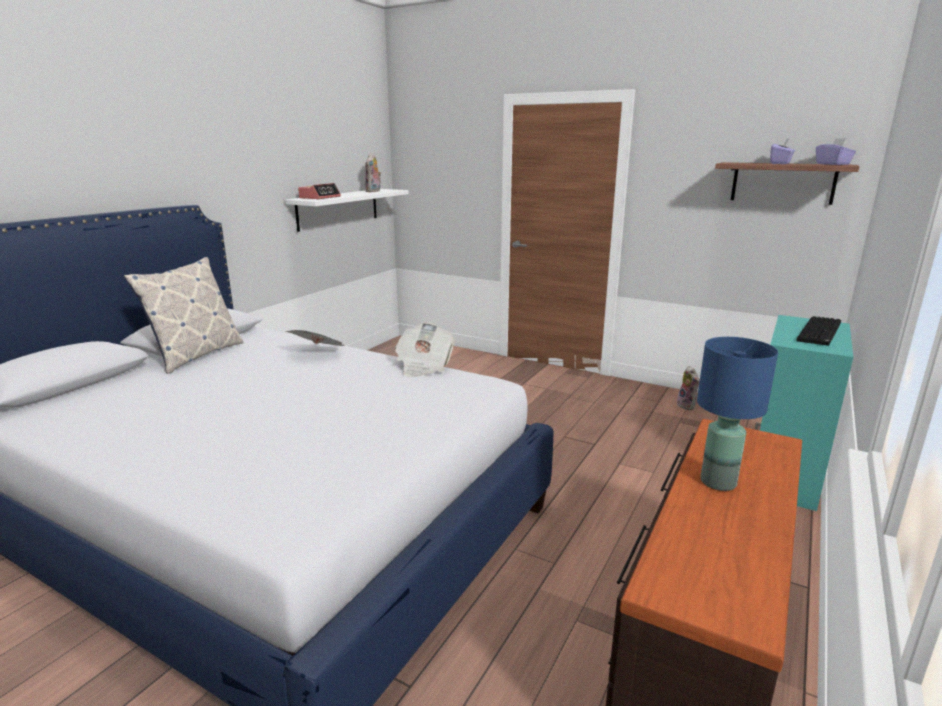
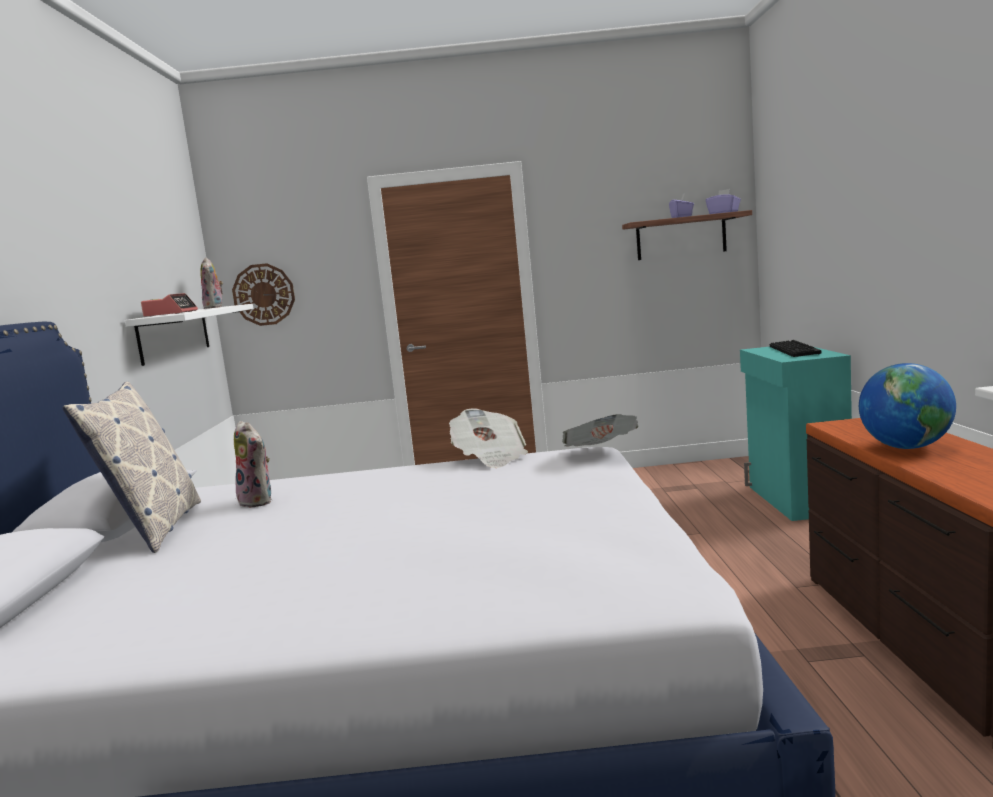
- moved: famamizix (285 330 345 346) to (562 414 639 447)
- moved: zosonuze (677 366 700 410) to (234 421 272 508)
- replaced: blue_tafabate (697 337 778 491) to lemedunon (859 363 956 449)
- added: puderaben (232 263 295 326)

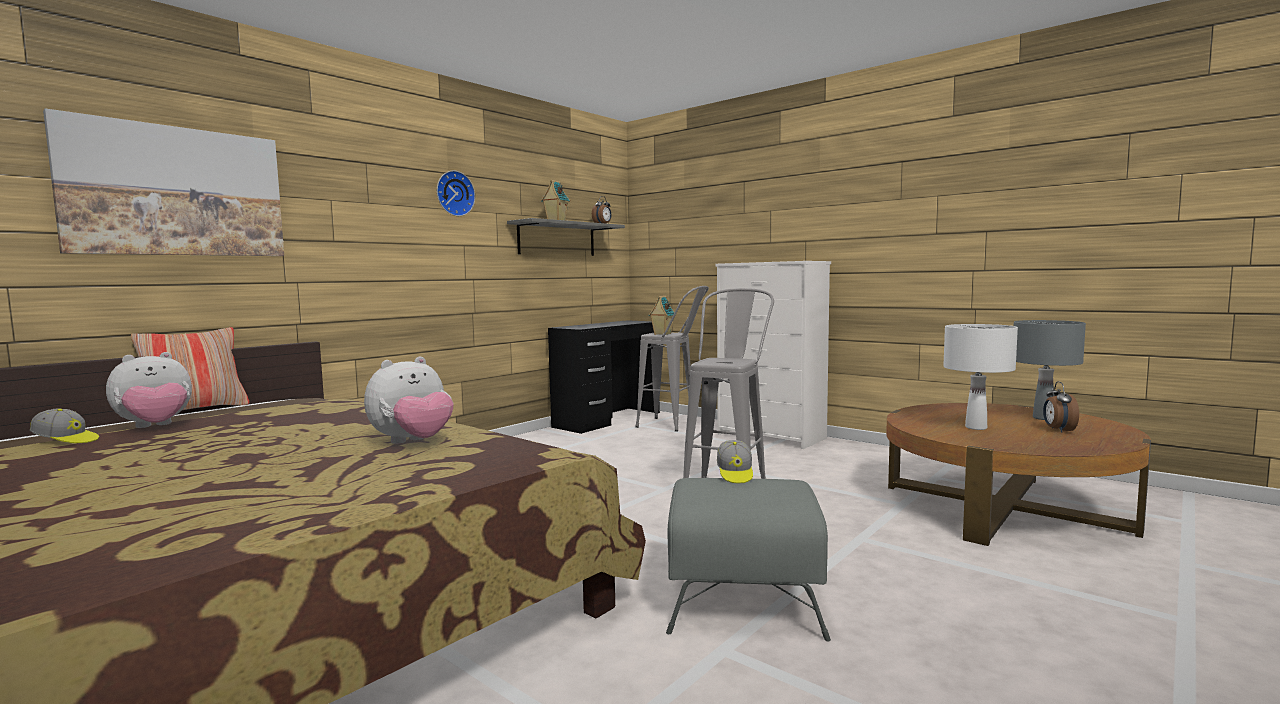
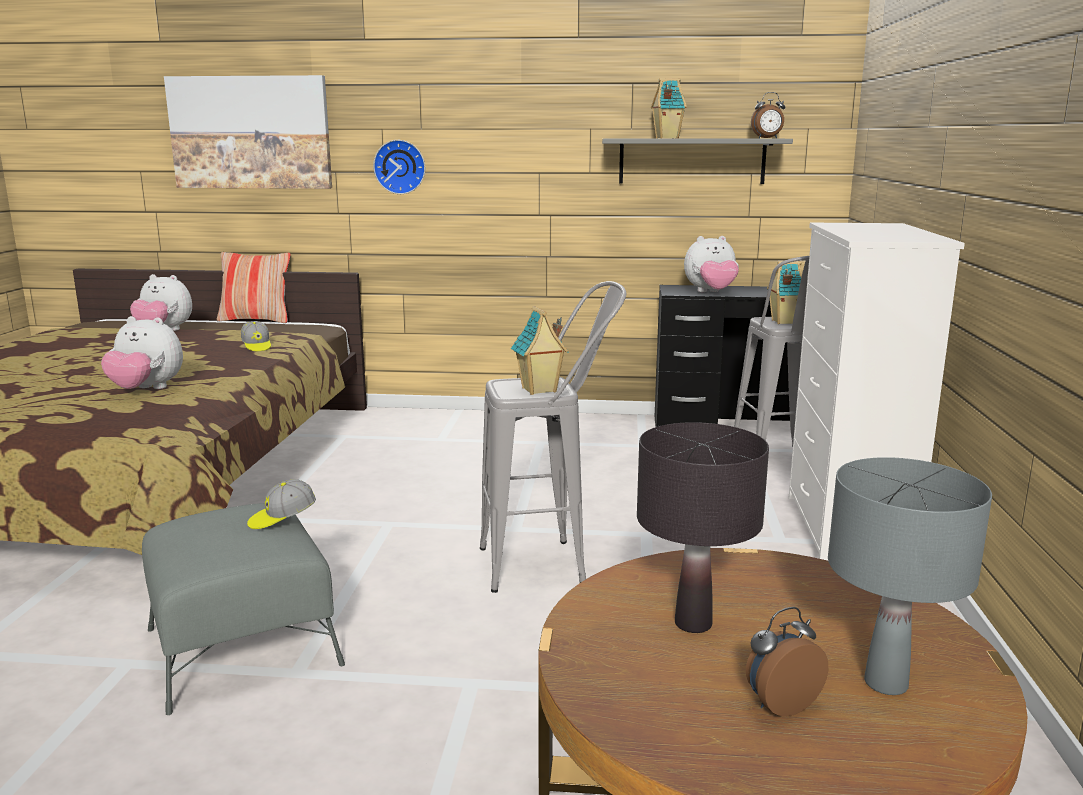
- moved: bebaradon (30 409 99 443) to (241 321 271 351)
- moved: puderaben (437 170 475 216) to (373 140 425 194)
- recoloured: white_tafabate (943 324 1018 430) to black_tafabate (637 422 769 633)
- added: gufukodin (511 306 569 395)
- added: zosonuze (684 236 739 292)

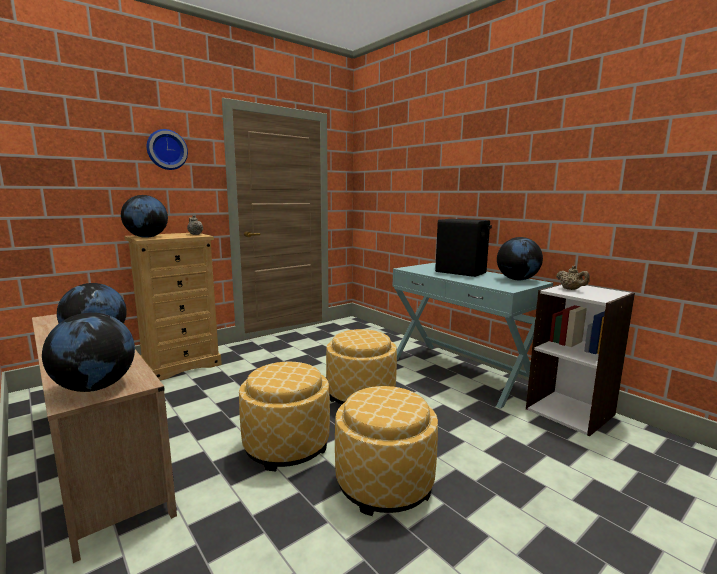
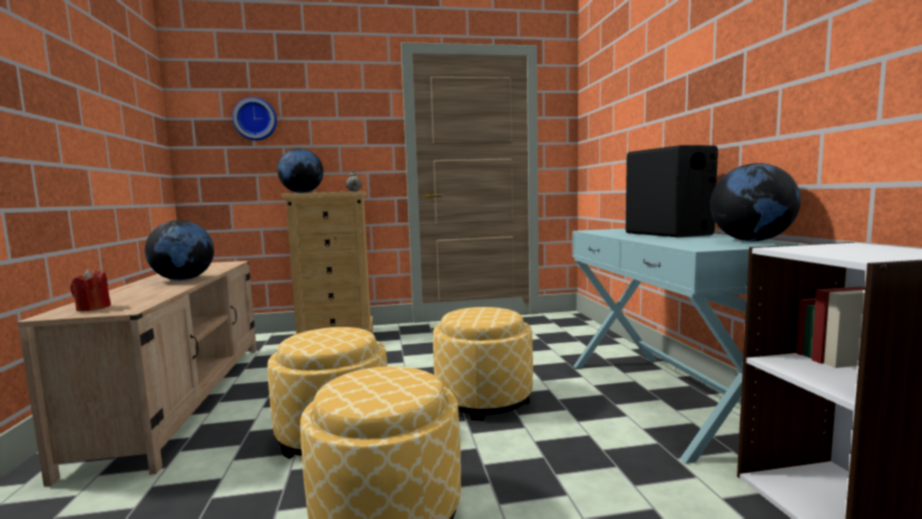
- replaced: lemedunon (42 312 135 392) to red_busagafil (70 269 111 311)
- moved: puderaben (146 129 188 170) to (232 97 277 141)
- removed: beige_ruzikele (556 266 590 290)

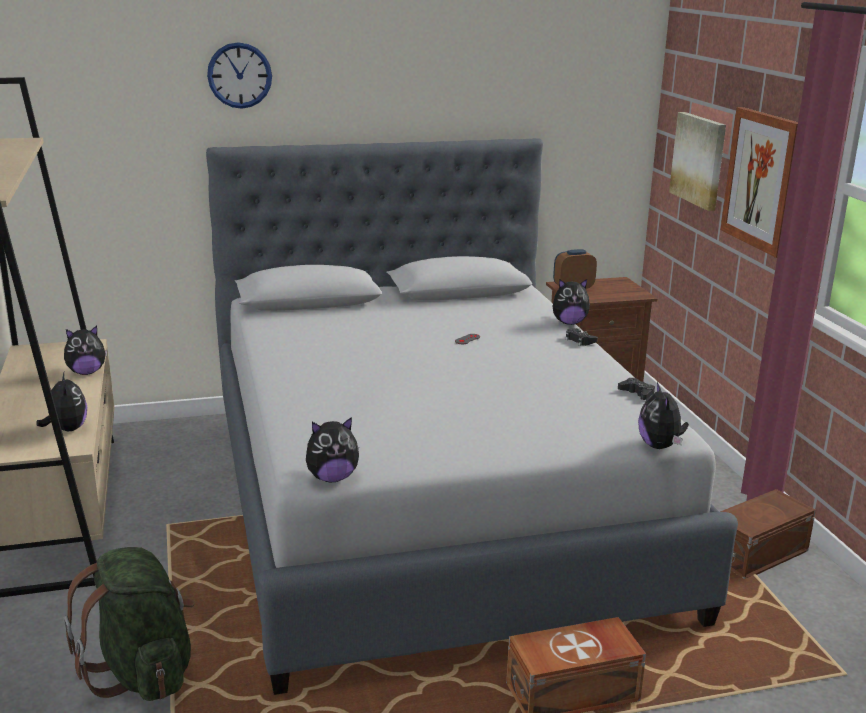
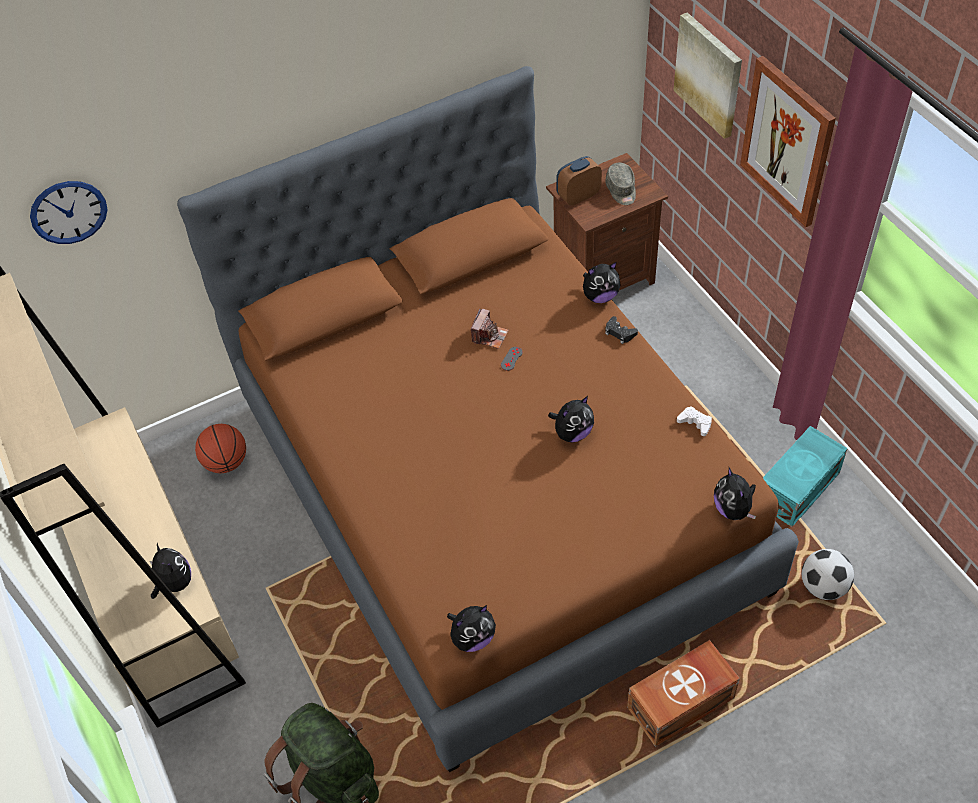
- moved: zosonuze (64 326 108 375) to (548 396 594 442)
- recoloured: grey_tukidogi (206 138 738 695) to brown_tukidogi (177 66 799 772)
- moved: puderaben (207 42 272 109) to (30 181 108 244)
- recoloured: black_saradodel (618 378 655 400) to white_saradodel (677 406 712 436)
- recoloured: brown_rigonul (720 489 816 579) to turquoise_rigonul (763 426 848 527)
- added: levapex (195 424 246 473)
- added: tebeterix (471 308 509 349)
- added: grey_bebaradon (606 163 636 205)
- added: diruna (802 549 854 600)

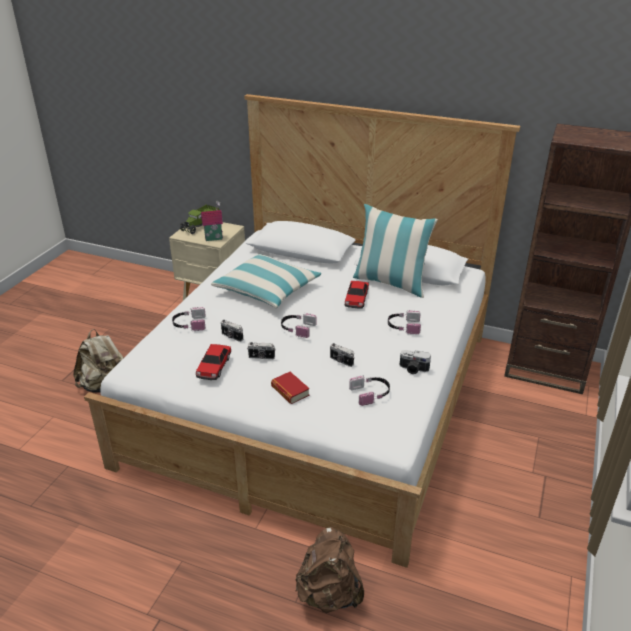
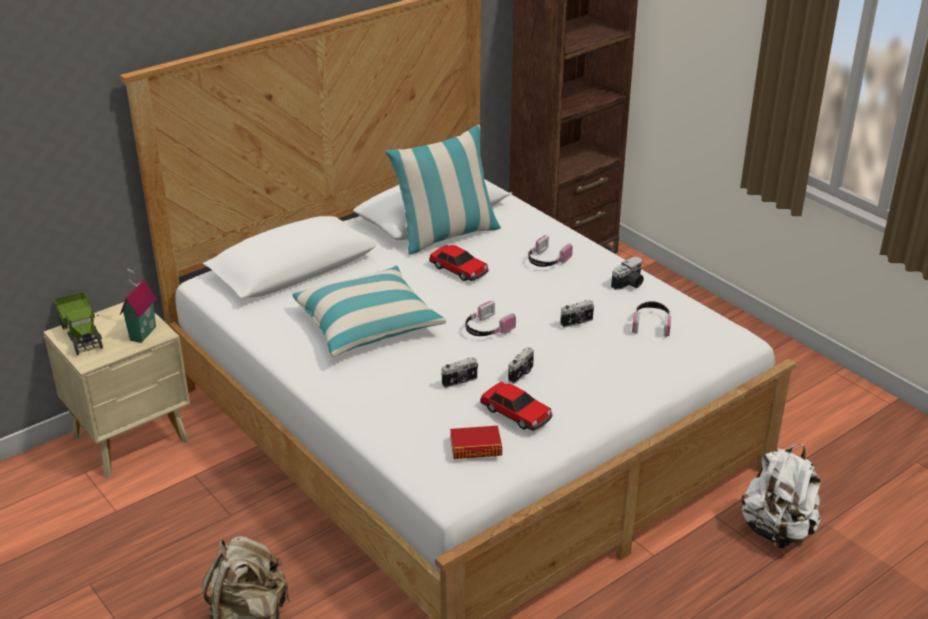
- removed: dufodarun (172 307 206 331)
- moved: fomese (271 372 310 404) to (450 425 502 459)
- recoloured: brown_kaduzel (295 527 364 613) to white_kaduzel (741 444 821 549)

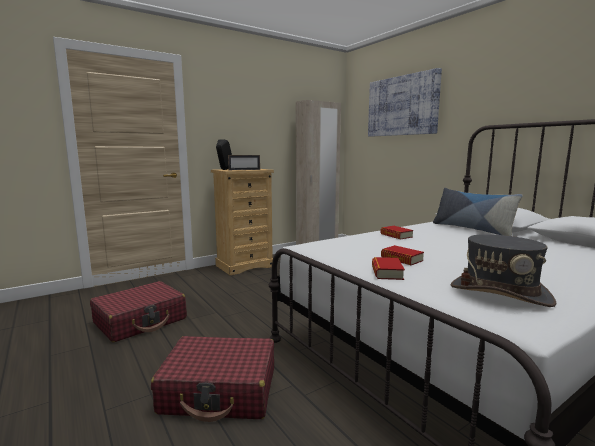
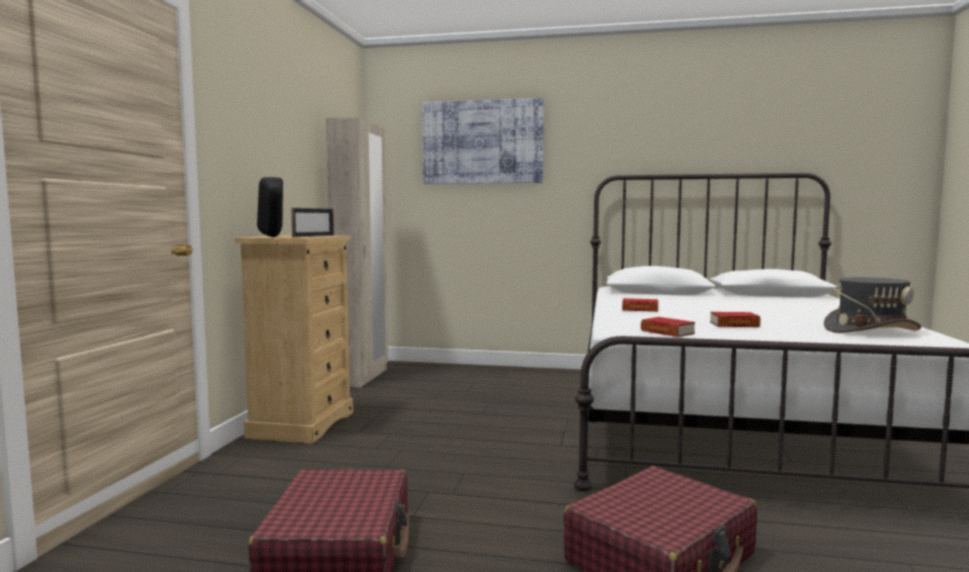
- moved: fomese (372 257 405 280) to (641 317 695 337)
- removed: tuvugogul (433 188 523 236)

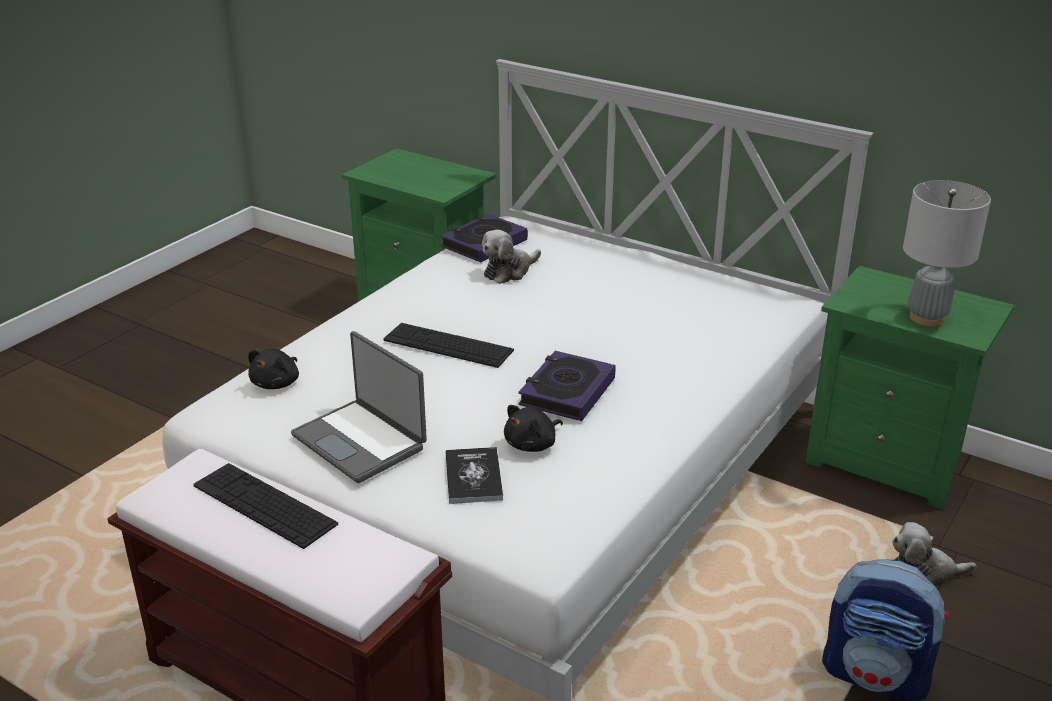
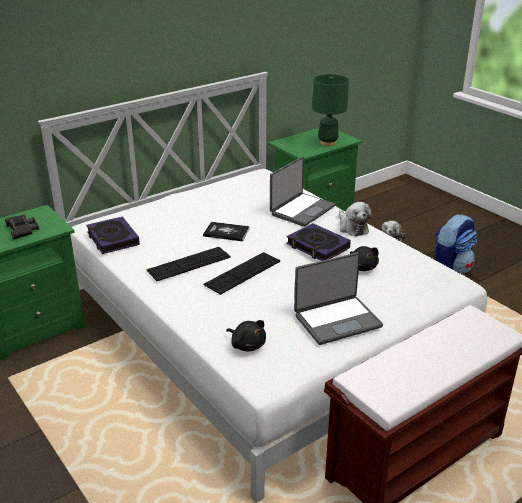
- moved: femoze (193 463 338 549) to (147 247 231 281)
- moved: fomese (446 447 503 504) to (203 222 250 241)
- moved: zosonuze (482 230 541 284) to (339 202 371 236)
- recoloured: grey_tafabate (903 180 991 326) to green_tafabate (313 74 349 146)
- added: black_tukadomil (5 214 39 240)
- added: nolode (270 157 335 227)

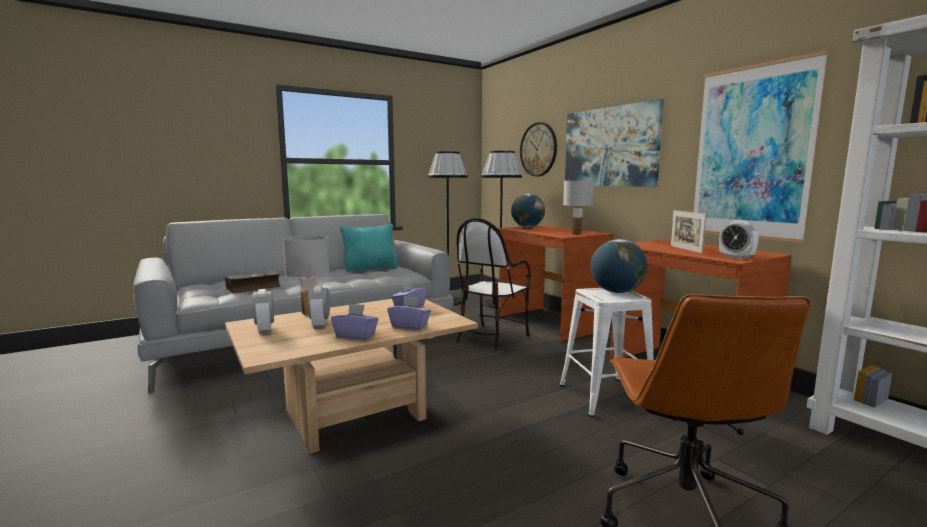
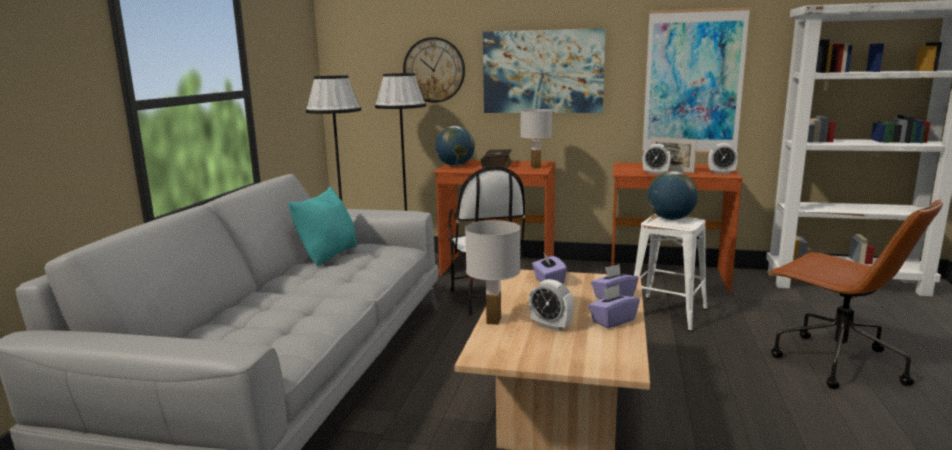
- moved: fomese (225 271 281 293) to (481 149 512 168)
- moved: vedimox (253 289 274 334) to (643 144 671 174)

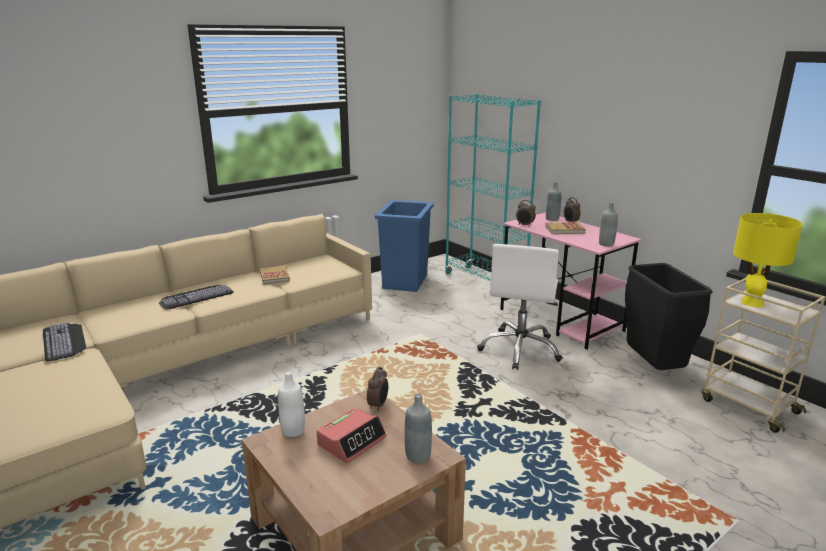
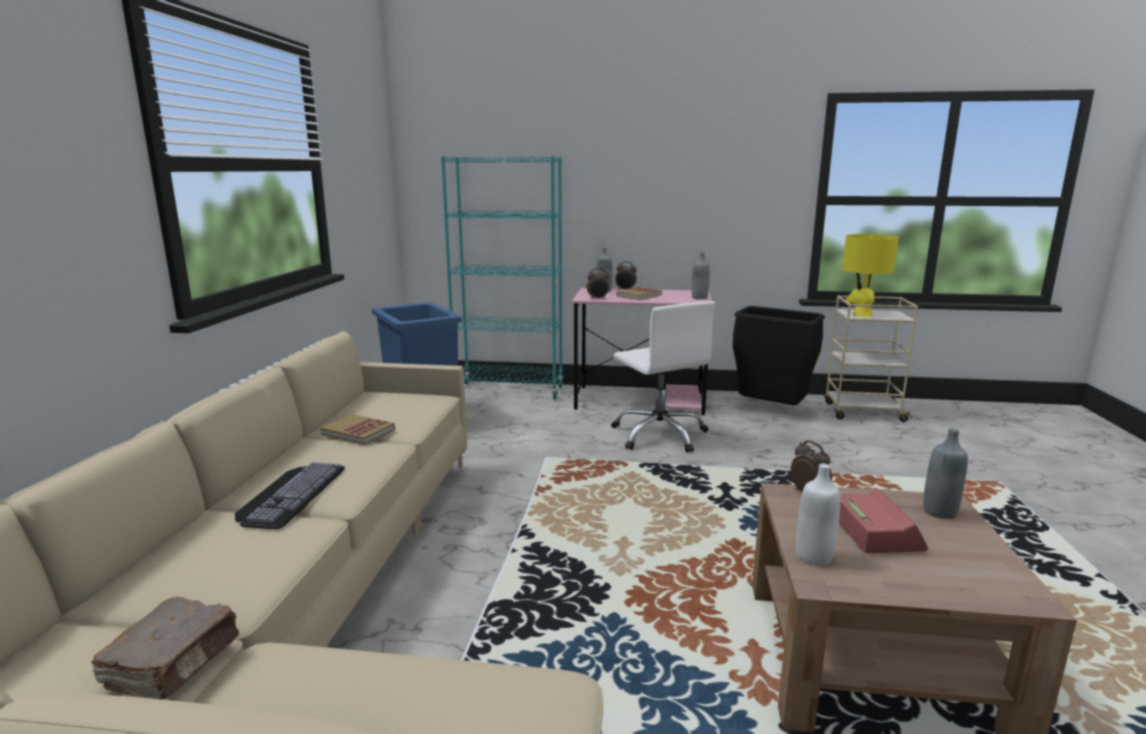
- replaced: femoze (43 322 86 362) to brown_fomese (91 597 239 700)

